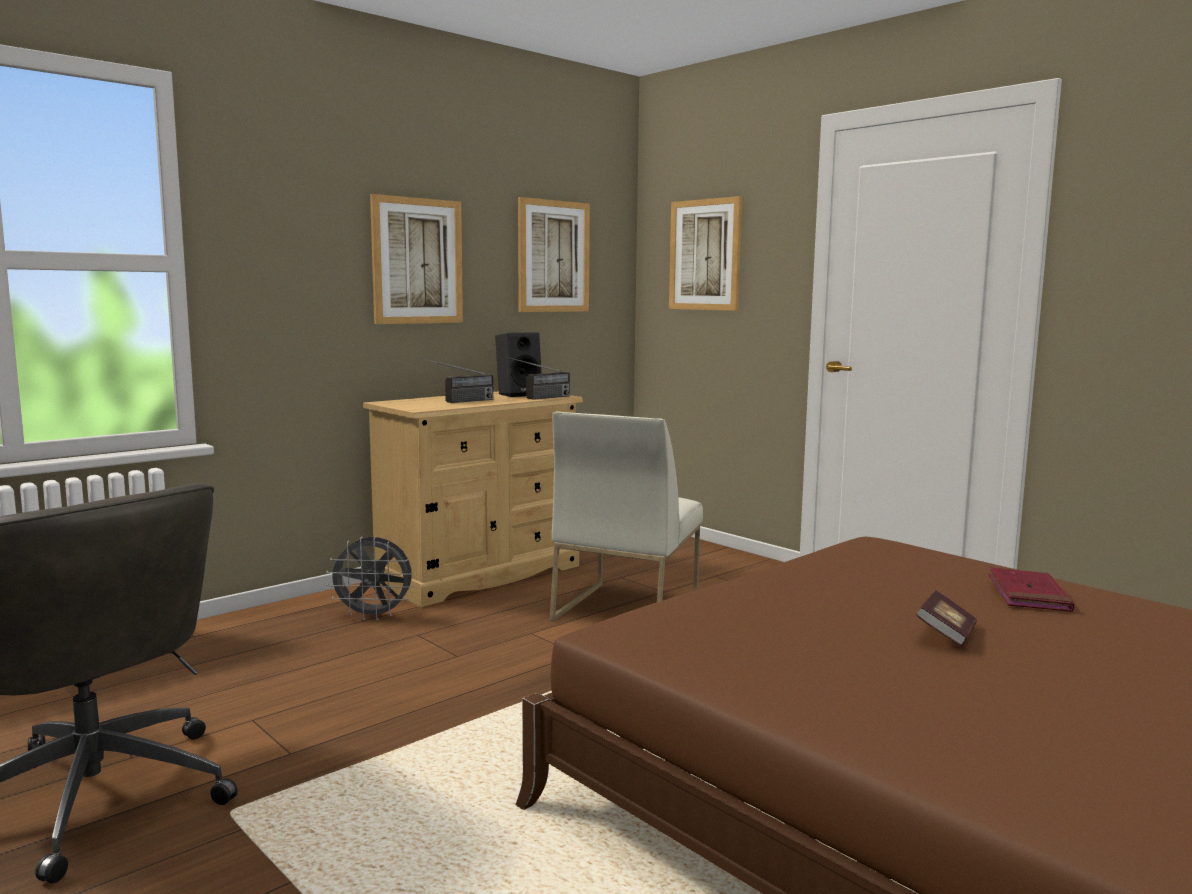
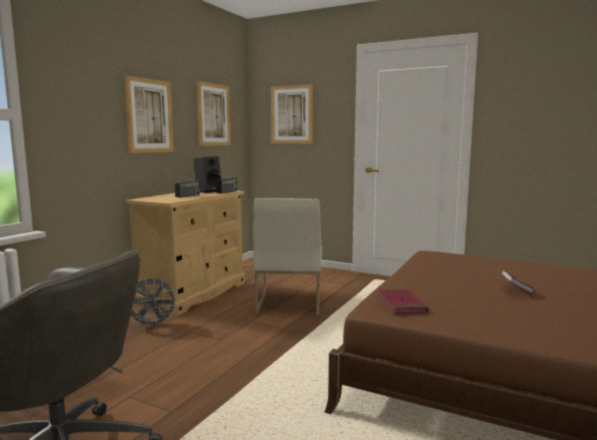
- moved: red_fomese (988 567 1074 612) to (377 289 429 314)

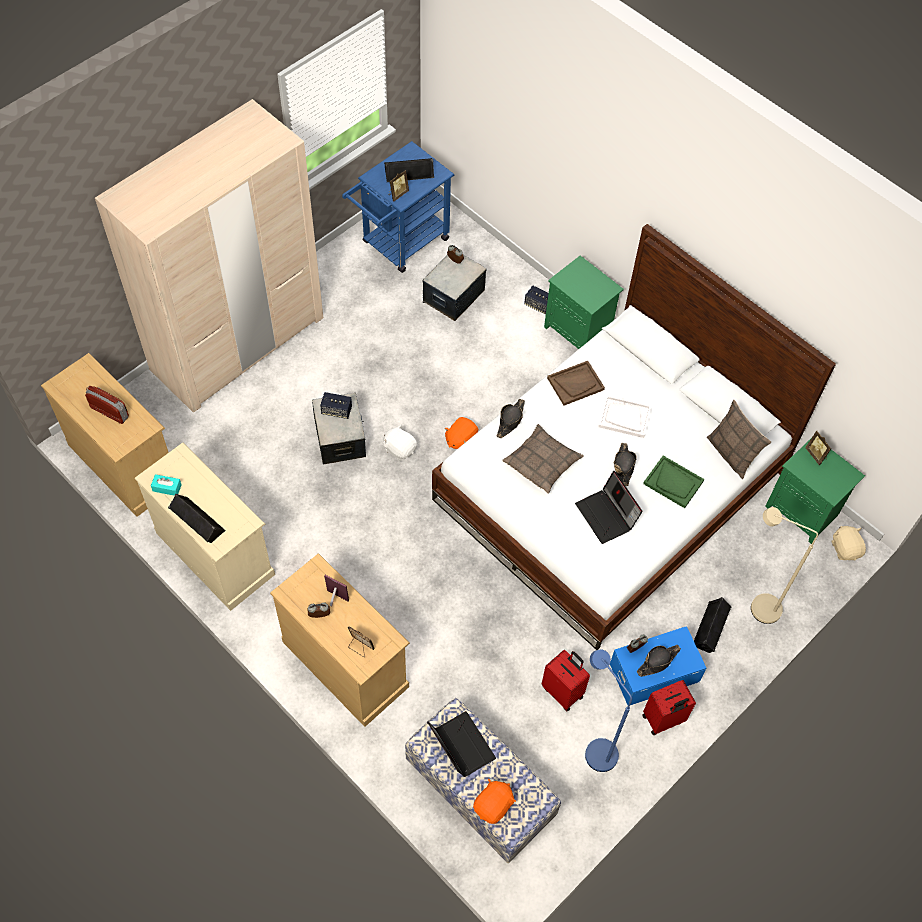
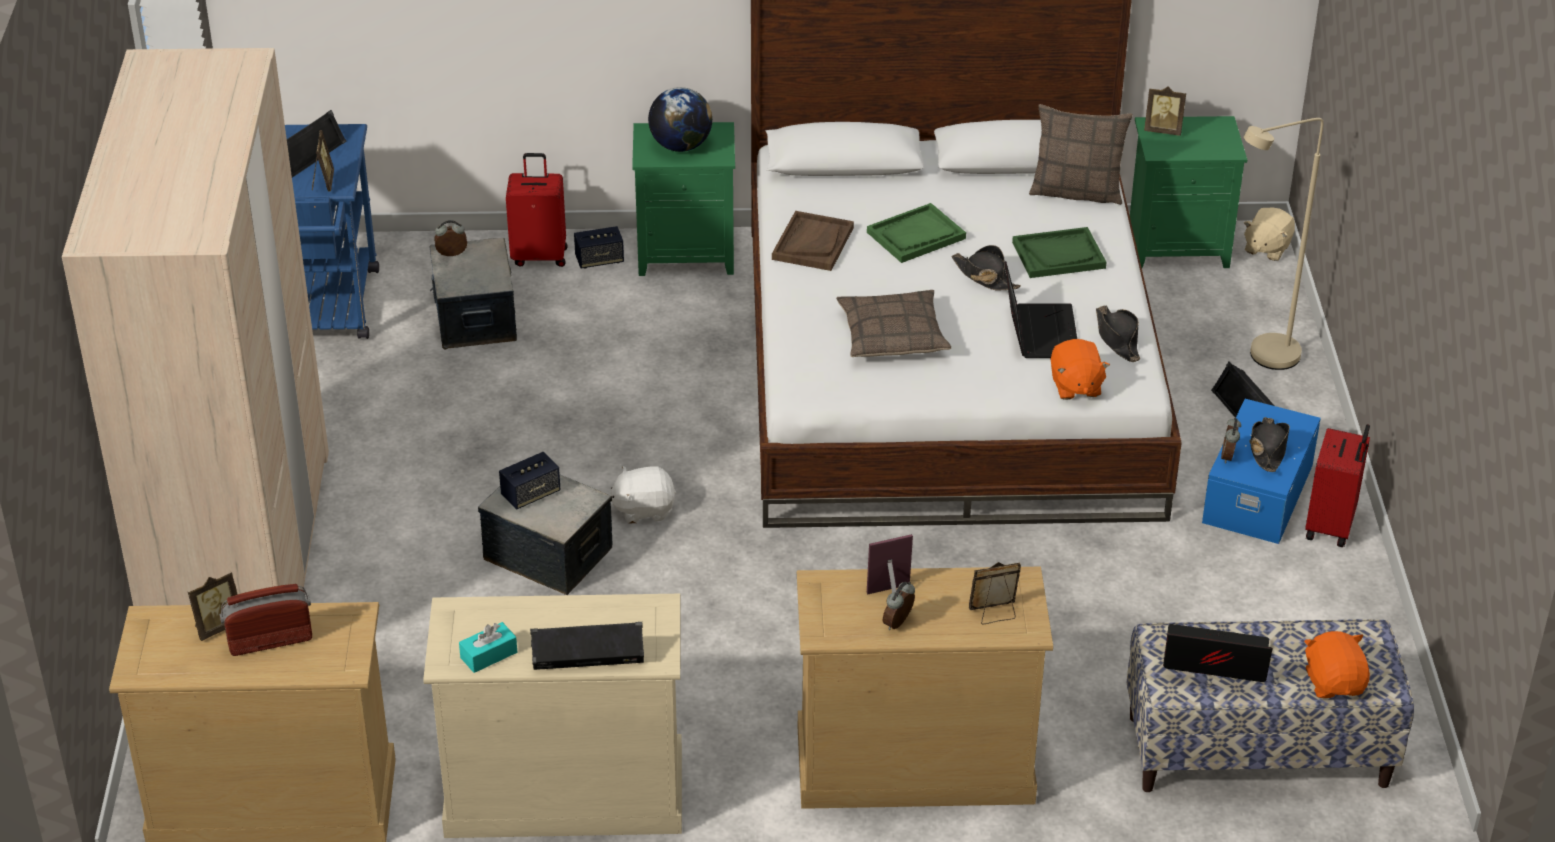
- moved: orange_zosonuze (445 417 478 449) to (1051 339 1110 400)
- moved: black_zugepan (497 399 525 438) to (1096 306 1140 362)
- moved: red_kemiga (542 650 590 711) to (506 153 568 267)
- turned: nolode (575 471 643 544) = (1005 261 1077 358) 105 degrees counterclockwise
- removed: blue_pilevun (585 650 632 772)
- recoloured: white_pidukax (598 395 651 438) to green_pidukax (867 203 966 263)
- turned: beige_zosonuze (831 526 866 560) = (1244 207 1295 261) 90 degrees counterclockwise
- added: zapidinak (187 572 238 641)
- added: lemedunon (648 87 712 152)

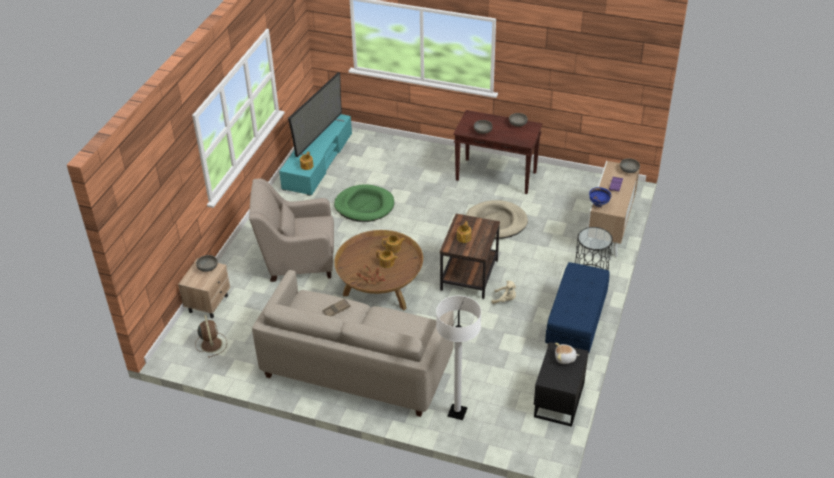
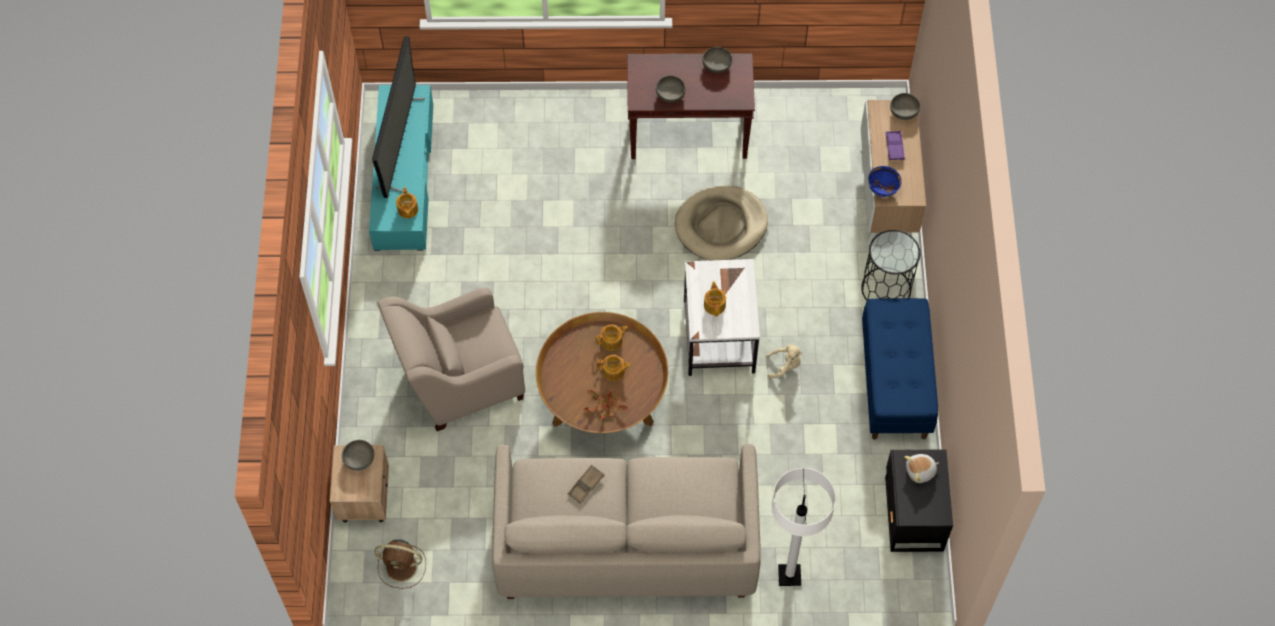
- turned: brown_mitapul (195 315 227 358) = (374 539 426 589) 135 degrees clockwise
- removed: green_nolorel (334 184 394 222)
- recoloured: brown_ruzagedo (440 214 500 299) to white_ruzagedo (684 259 760 376)

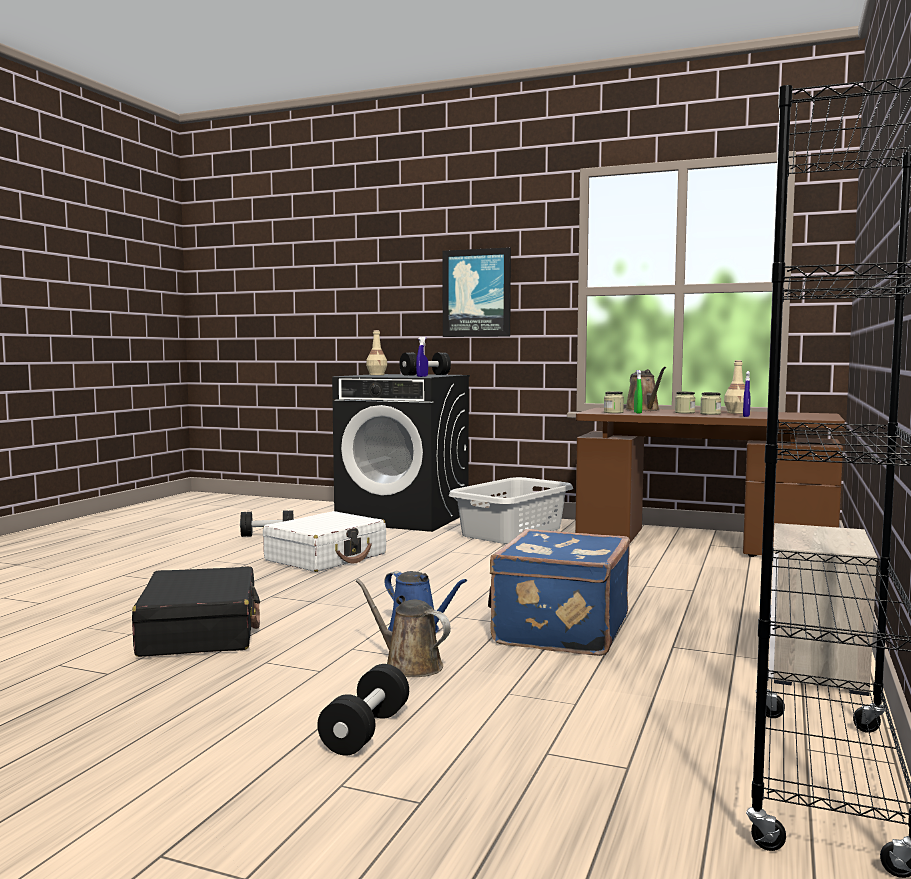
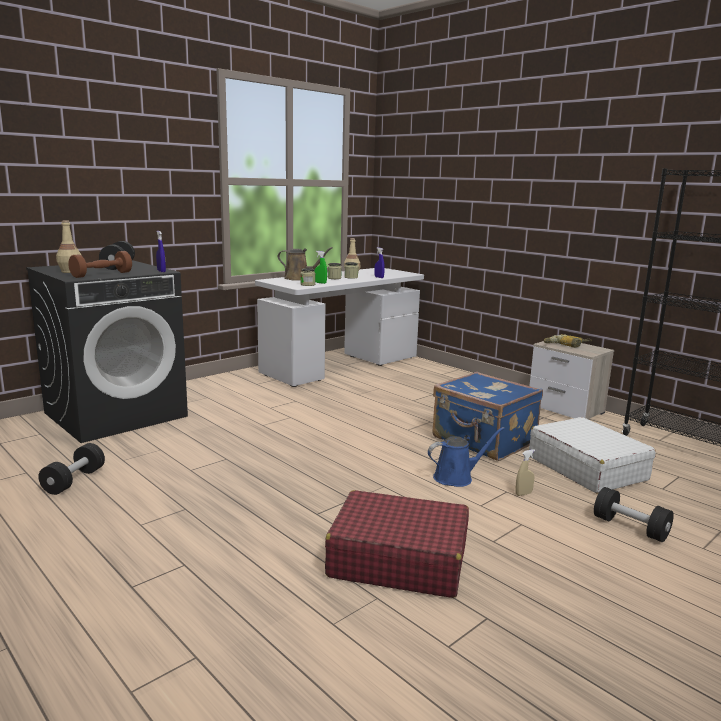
- recoloured: black_kemiga (132 566 260 657) to red_kemiga (325 490 469 598)
- moved: white_kemiga (263 511 386 572) to (529 417 656 493)
- replaced: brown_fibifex (356 579 451 677) to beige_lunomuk (515 449 535 496)
- removed: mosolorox (443 247 511 337)
- removed: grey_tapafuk (449 477 573 544)
- recoloured: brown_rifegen (575 408 845 557) to white_rifegen (255 268 424 387)
- added: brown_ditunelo (68 251 132 278)
- added: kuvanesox (544 334 592 348)

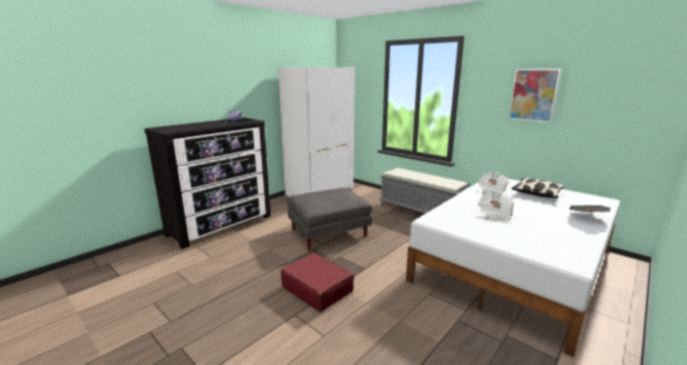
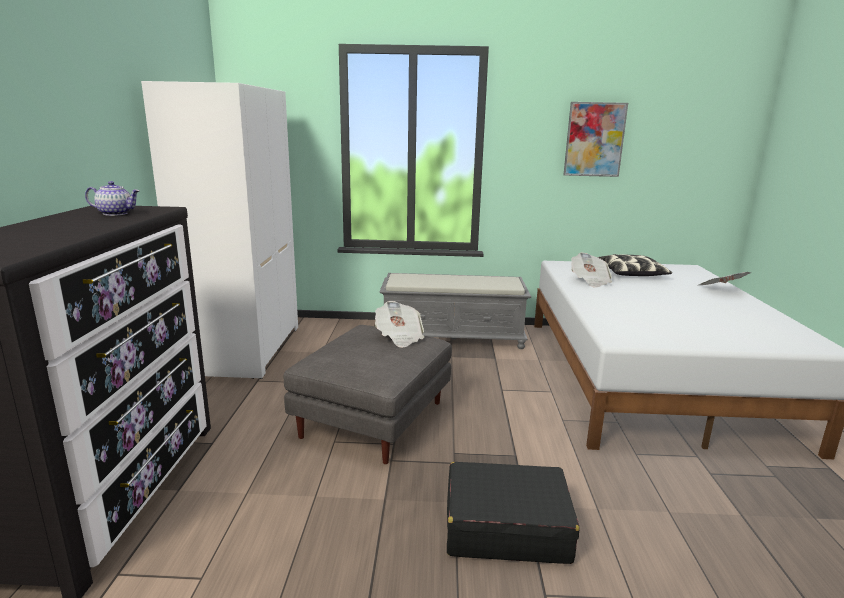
- recoloured: red_kemiga (281 253 354 312) to black_kemiga (447 462 580 564)
- moved: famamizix (478 191 514 222) to (375 301 424 348)

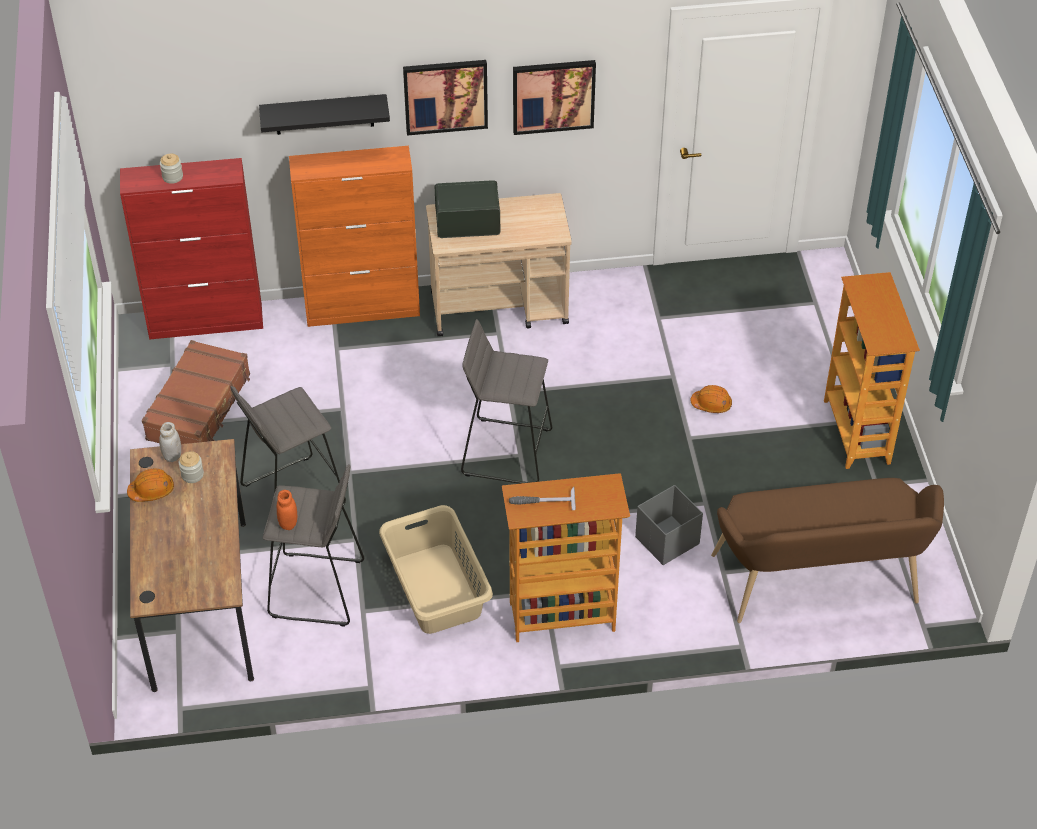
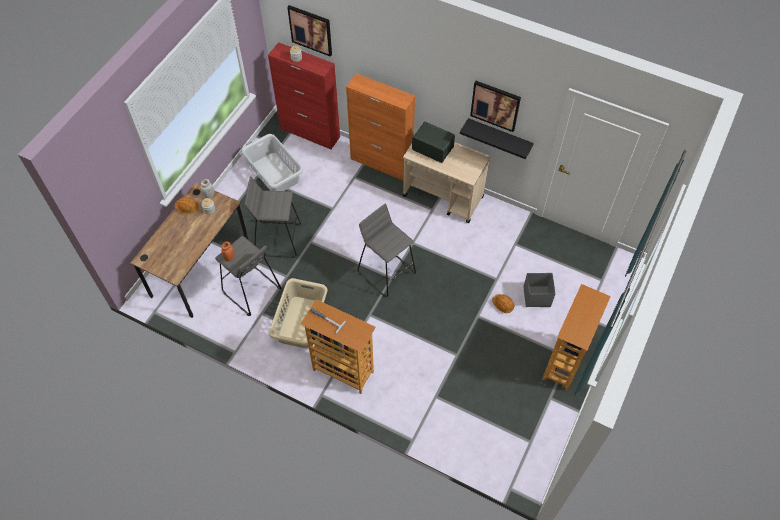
- replaced: brown_kemiga (142 340 250 444) to grey_tapafuk (242 134 303 191)
- moved: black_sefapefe (259 94 390 135) to (460 118 534 159)
- moved: mosolorox (403 60 488 136) to (287 5 332 57)
- moved: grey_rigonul (635 485 703 565) to (523 273 555 307)
- removed: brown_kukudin (711 478 944 623)

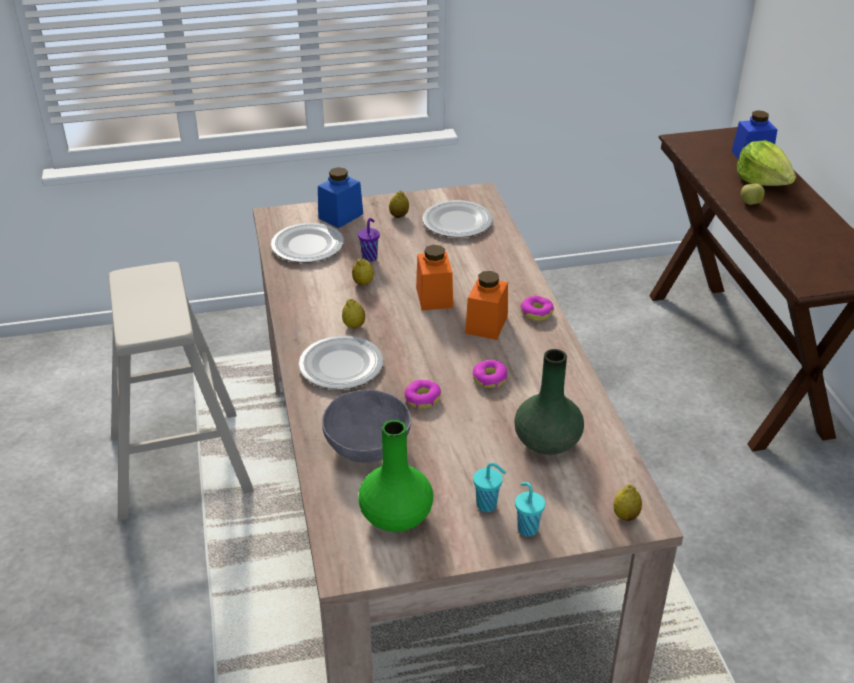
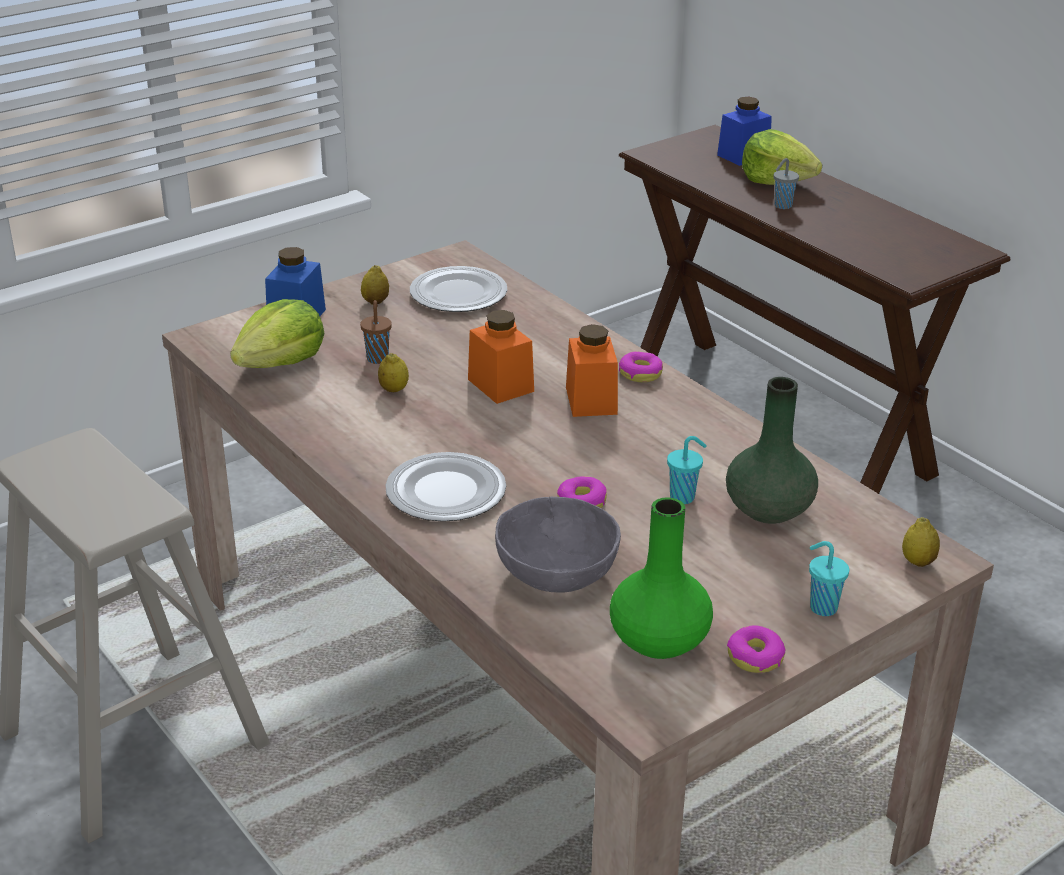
- replaced: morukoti (271 223 344 263) to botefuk (230 299 324 368)
- removed: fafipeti (342 299 365 328)
- recoloured: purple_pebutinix (358 218 380 262) to brown_pebutinix (360 300 392 364)
- moved: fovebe (473 360 507 388) to (727 625 785 673)
- moved: turquoise_pebutinix (473 463 506 512) to (667 436 707 504)
- replaced: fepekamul (741 184 765 205) to grey_pebutinix (774 158 799 209)

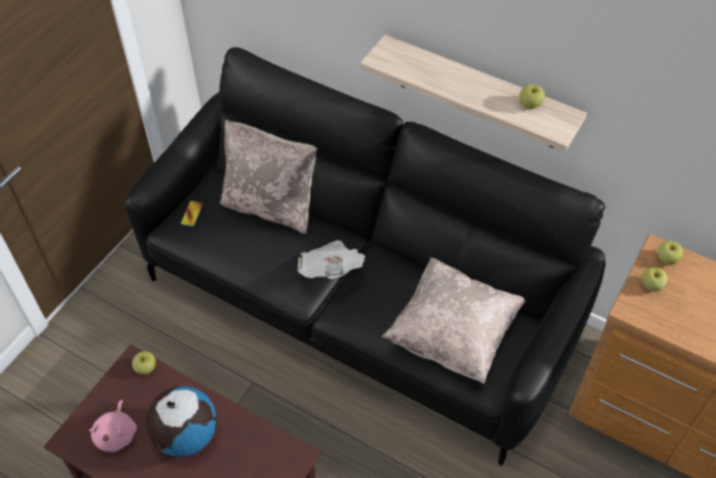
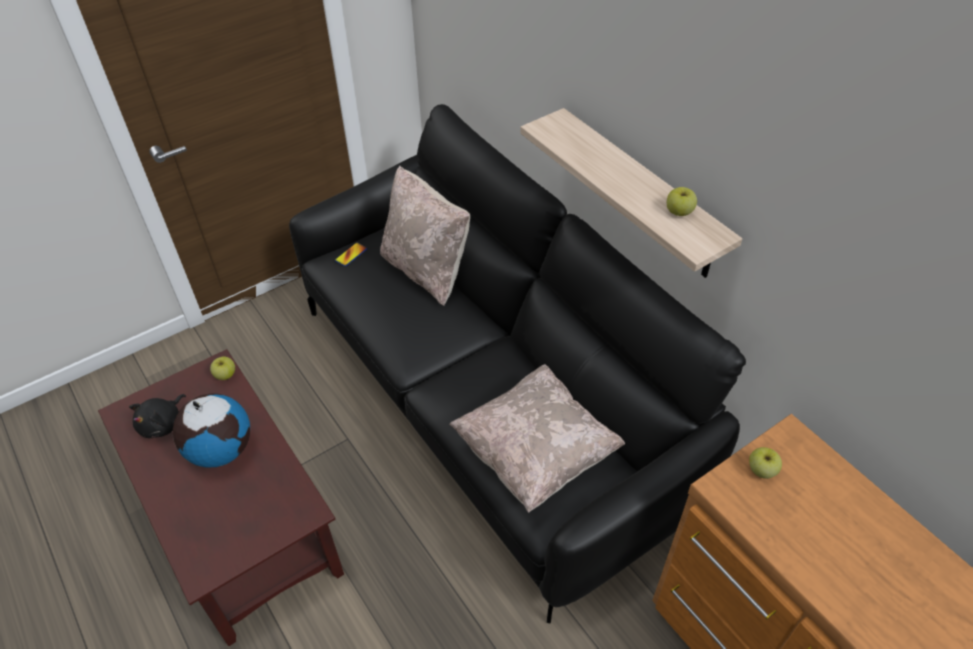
- recoloured: pink_zosonuze (89 400 137 453) to black_zosonuze (129 394 186 438)
- removed: famamizix (297 241 366 279)
- removed: fepekamul (657 241 683 265)

